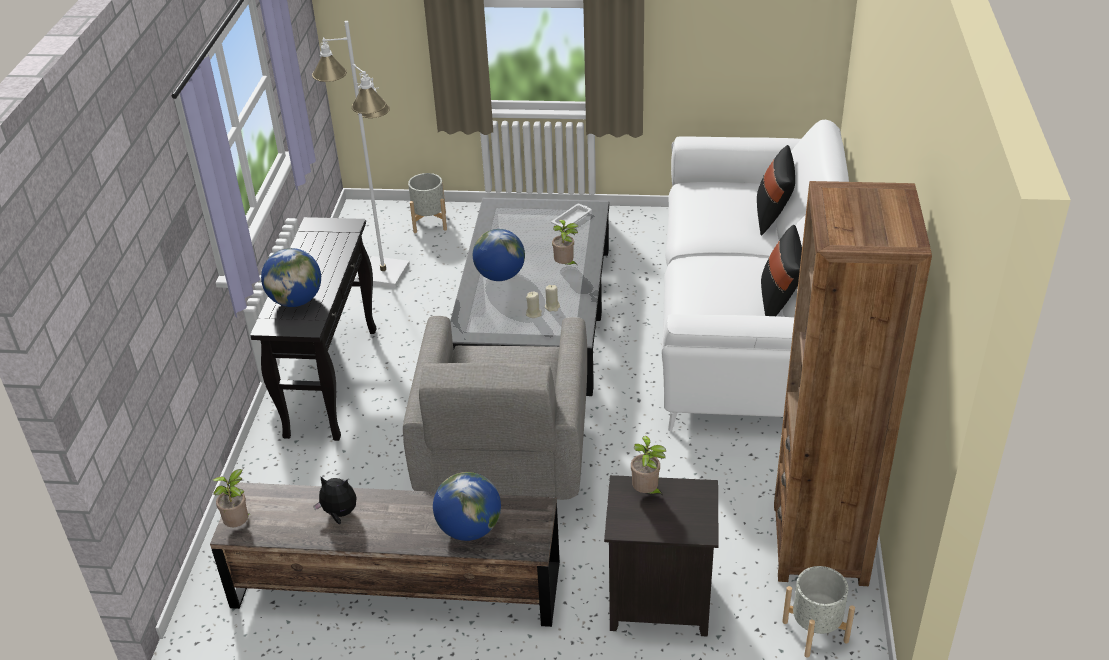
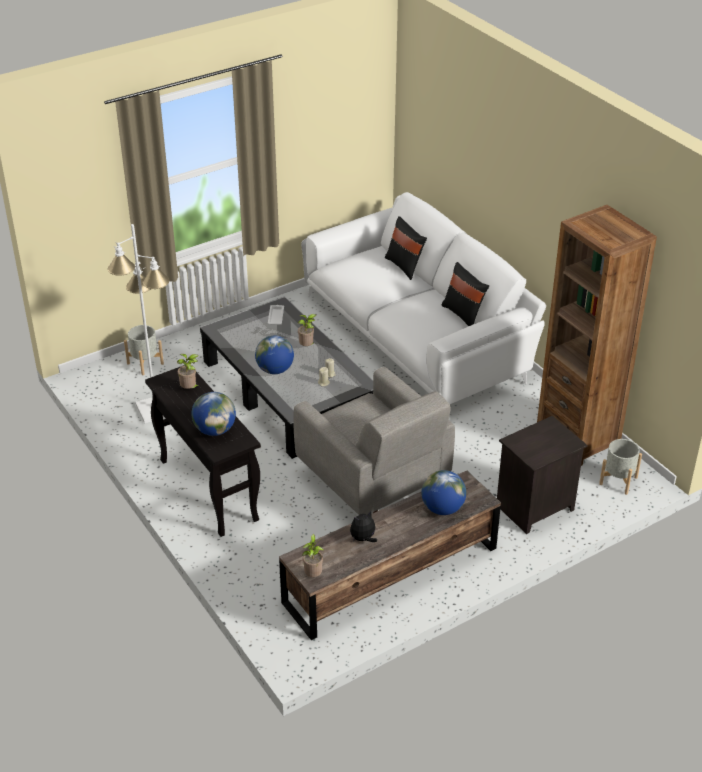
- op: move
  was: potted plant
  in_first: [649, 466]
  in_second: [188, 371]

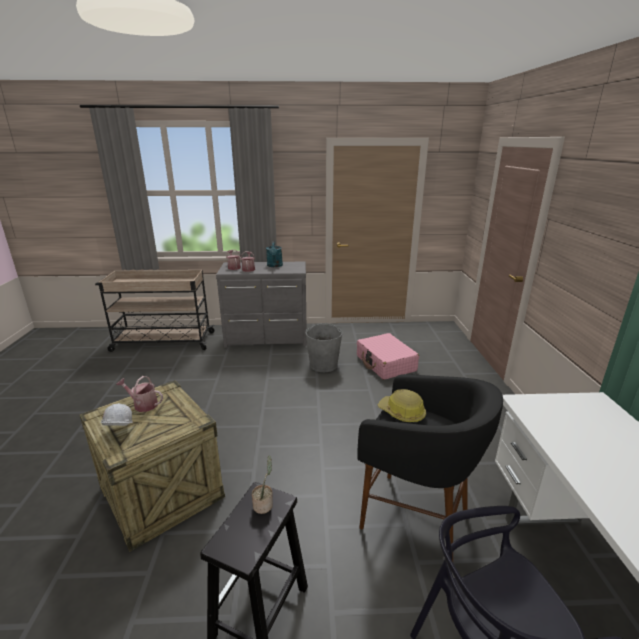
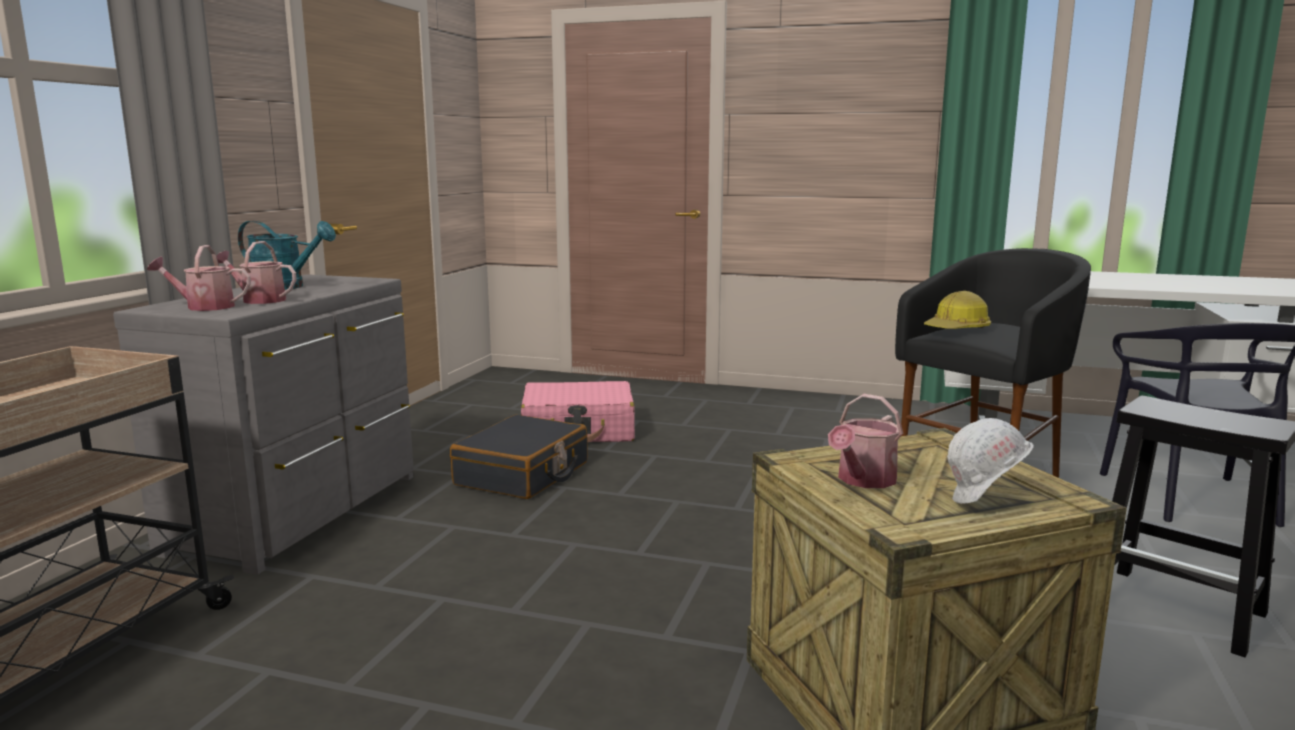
- op: delete
  was: potted plant
  in_first: [262, 484]
- op: replace
  was: bucket (grey)
  now: suitcase (black)
  in_first: [324, 347]
  in_second: [519, 457]

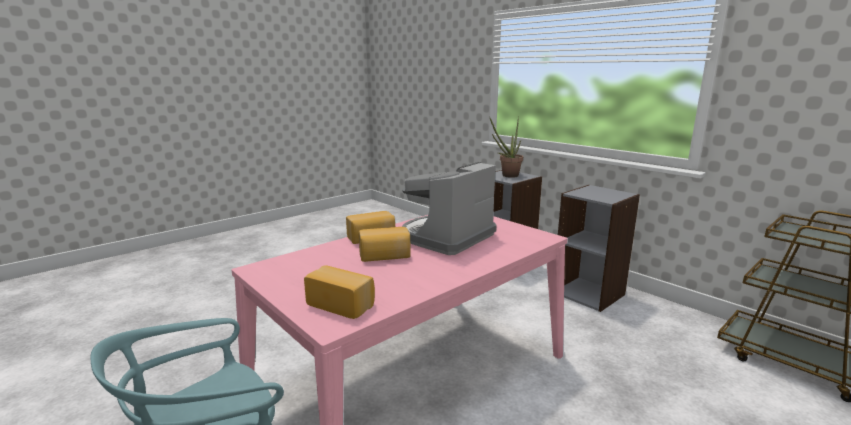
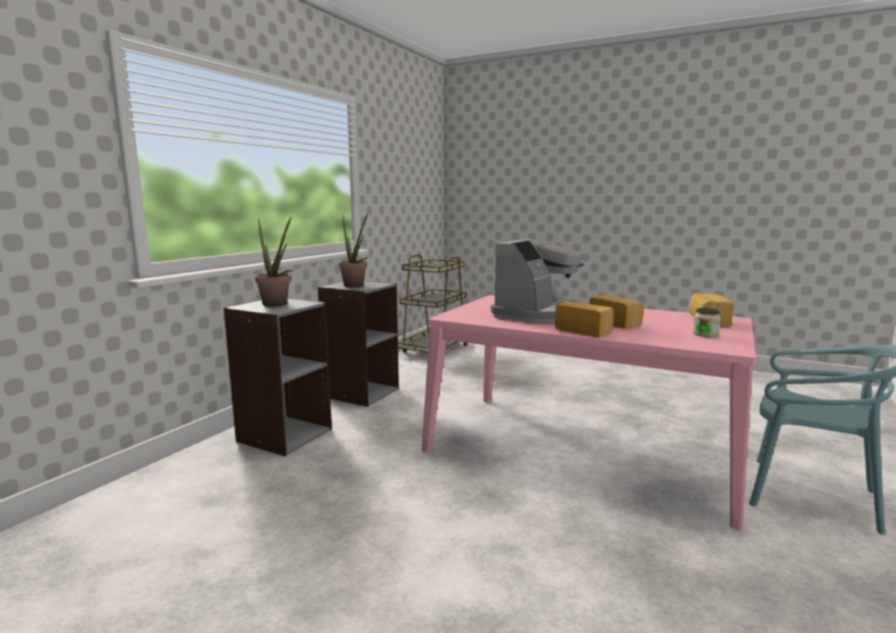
- op: rotate
  was: coffee machine
  in_first: [449, 208]
  in_second: [537, 281]
  clockwise: -75
- op: insert
  now: potted plant
  in_second: [354, 250]
- op: insert
  now: jar
  in_second: [707, 322]

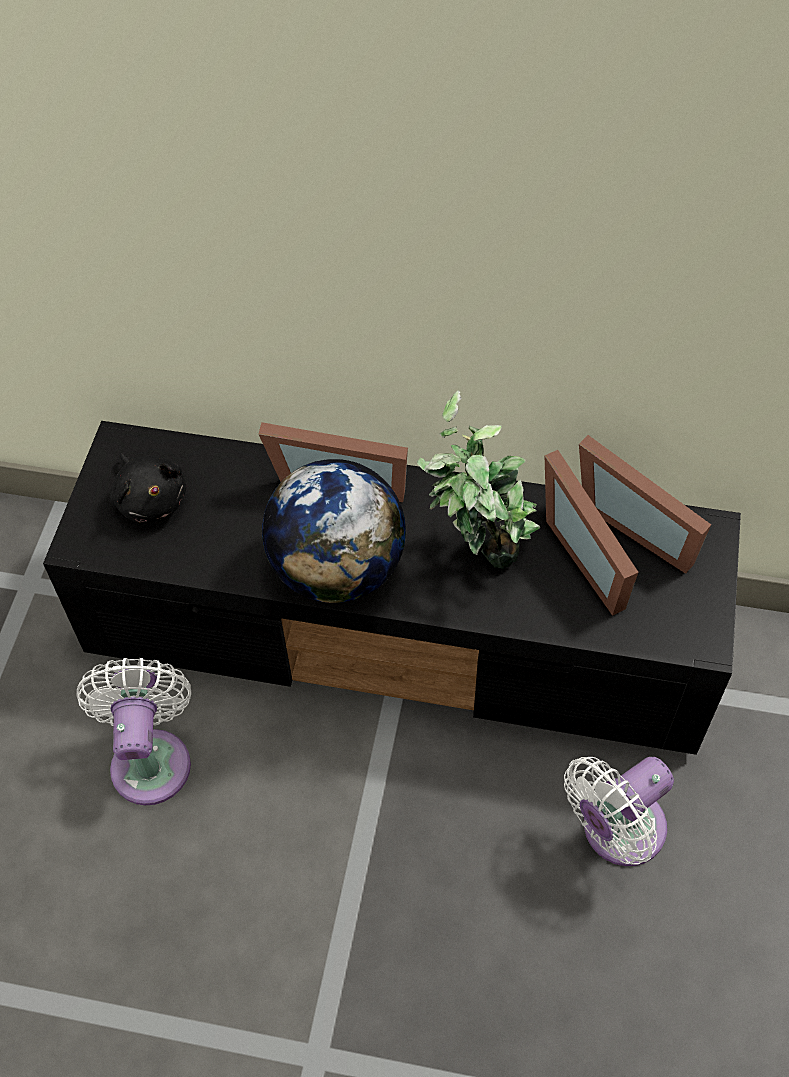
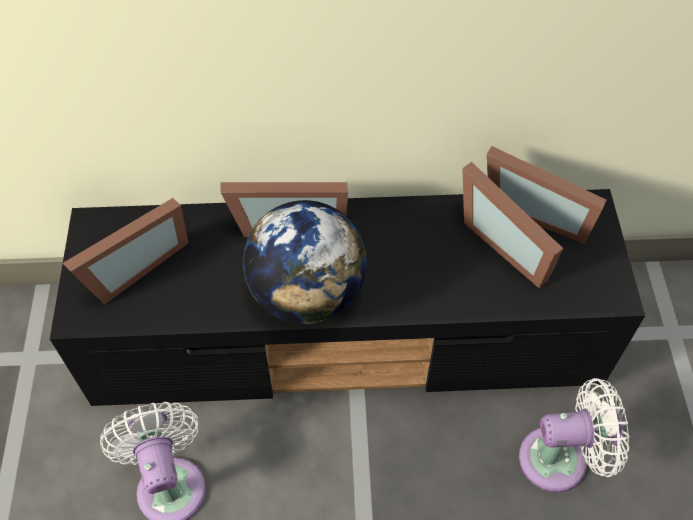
- op: replace
  was: plush toy (black)
  now: picture frame
  in_first: [148, 488]
  in_second: [126, 251]
- op: delete
  was: potted plant
  in_first: [478, 479]
- op: rotate
  was: fan (white)
  in_first: [619, 811]
  in_second: [574, 435]
  clockwise: -135

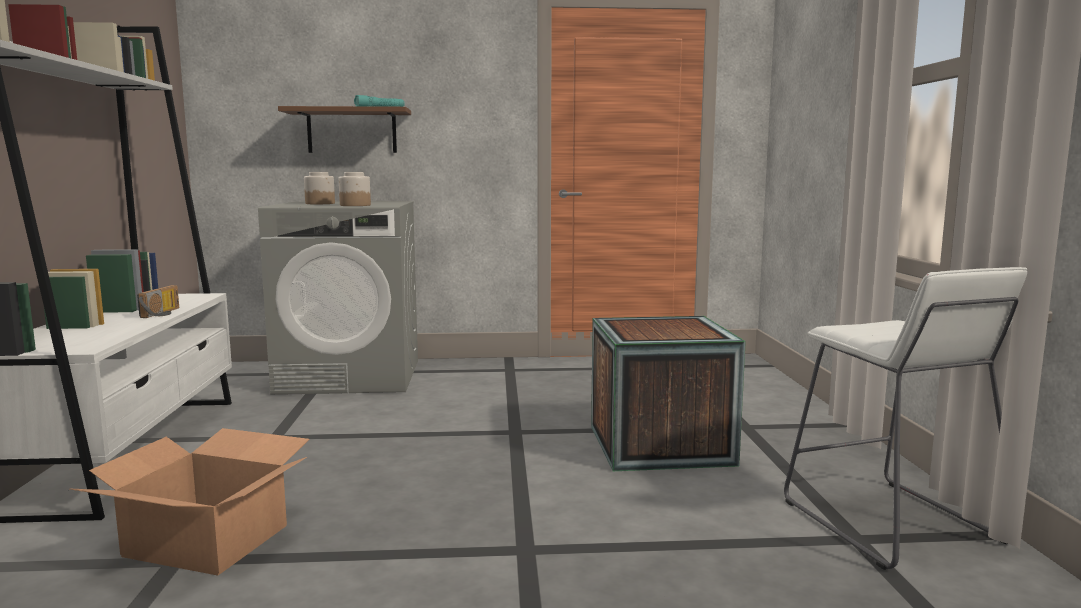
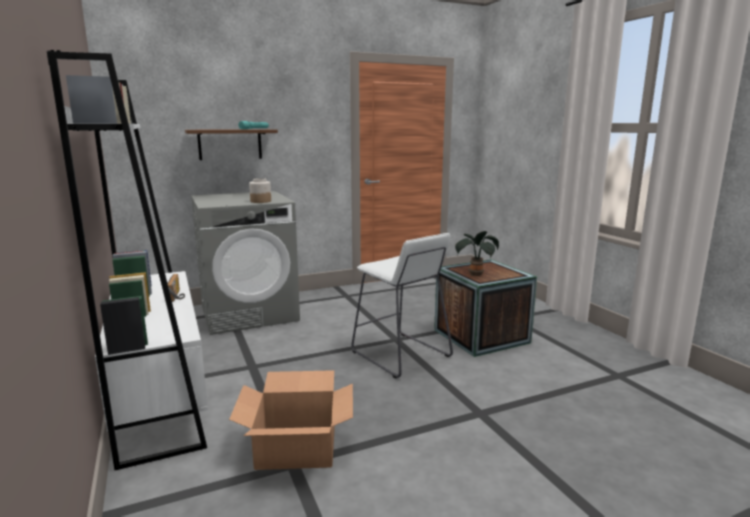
- op: delete
  was: jar
  in_first: [319, 188]
- op: move
  was: stool (white)
  in_first: [905, 418]
  in_second: [402, 306]
- op: insert
  now: potted plant
  in_second: [477, 253]

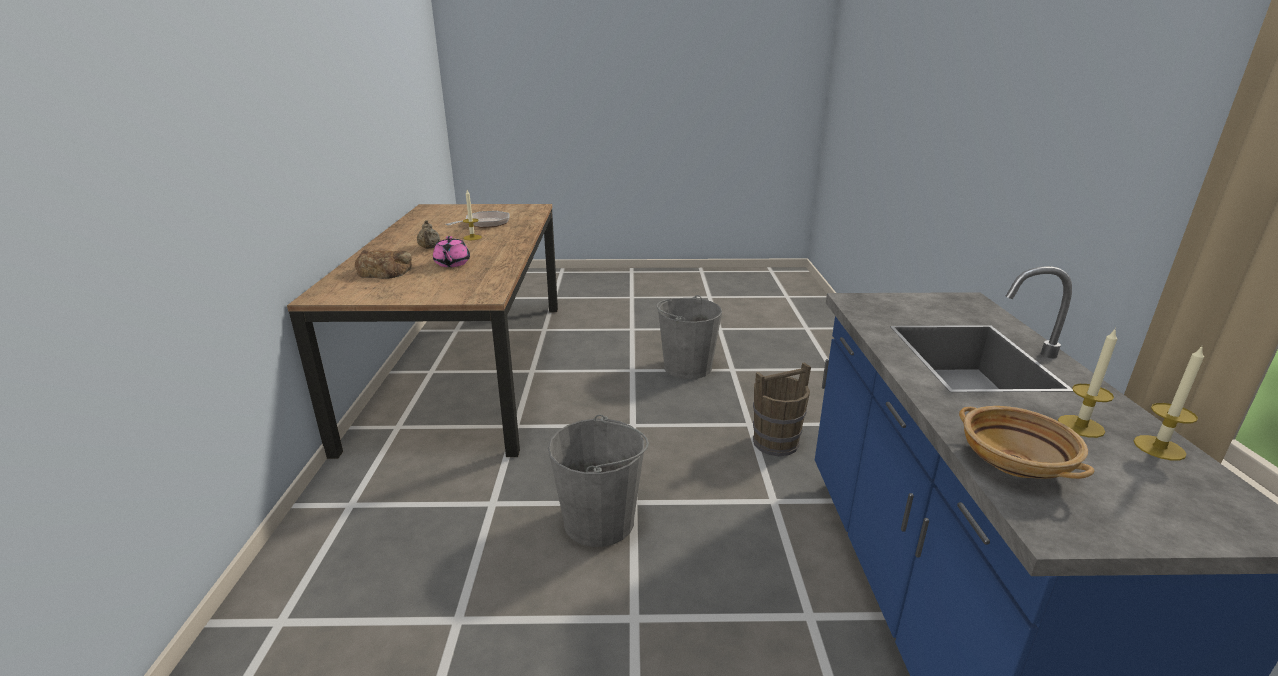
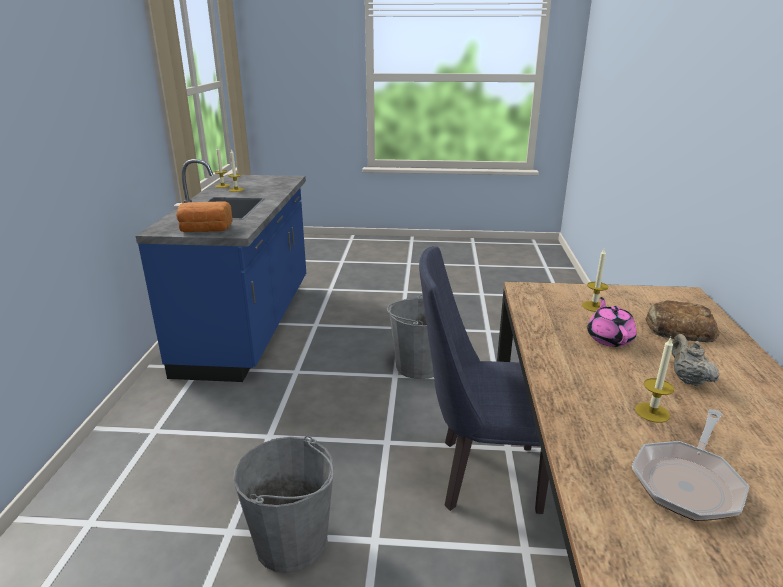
- op: delete
  was: bucket (brown)
  in_first: [782, 409]
- op: delete
  was: bowl (beige)
  in_first: [1026, 442]
- op: insert
  now: bread
  in_second: [204, 216]
- op: insert
  now: chair (blue)
  in_second: [484, 380]
- op: insert
  now: candle
  in_second: [595, 279]

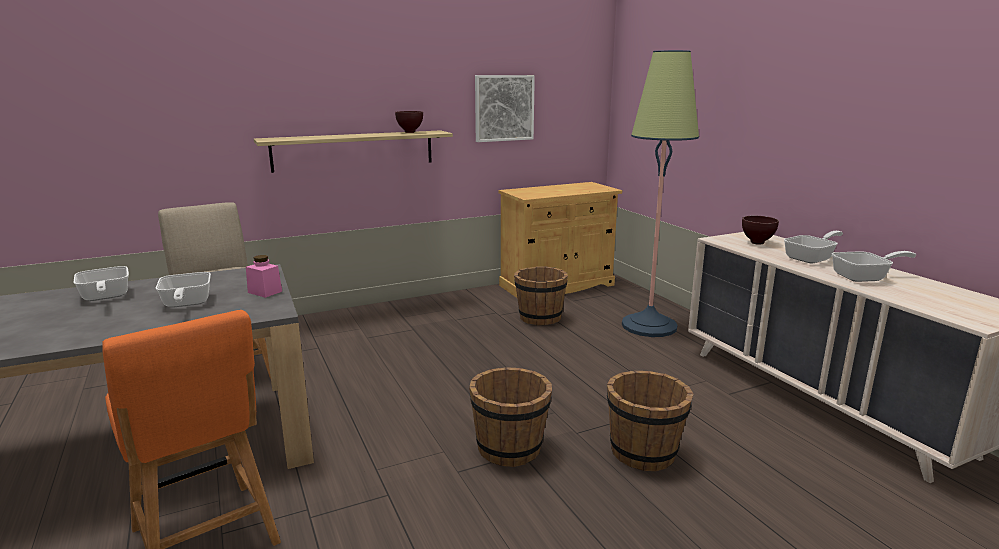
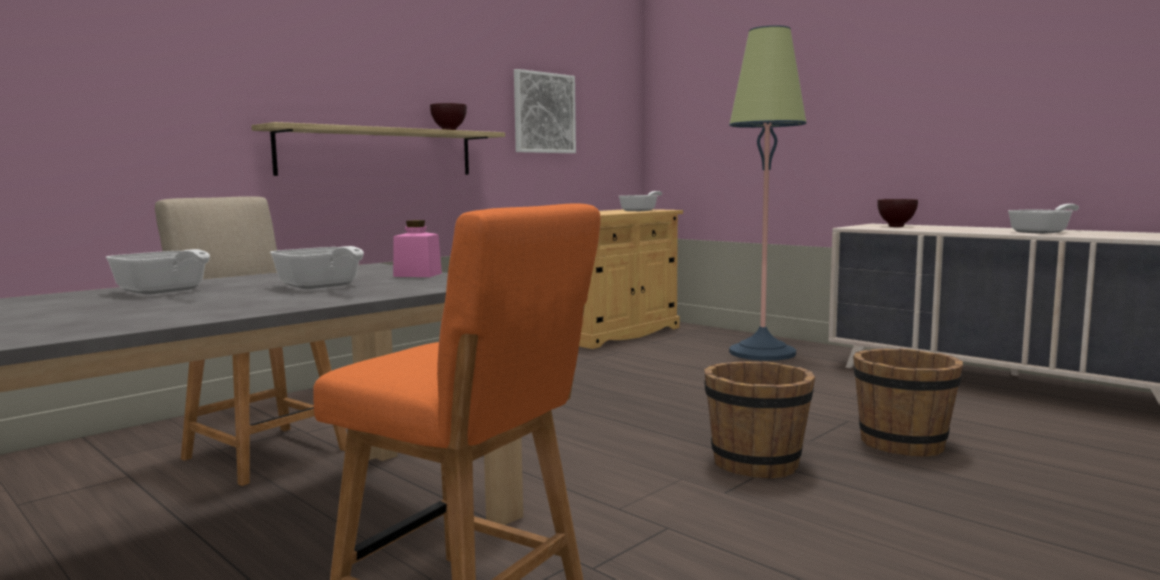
- op: delete
  was: bucket (brown)
  in_first: [541, 296]
- op: move
  was: frying pan
  in_first: [813, 247]
  in_second: [640, 201]

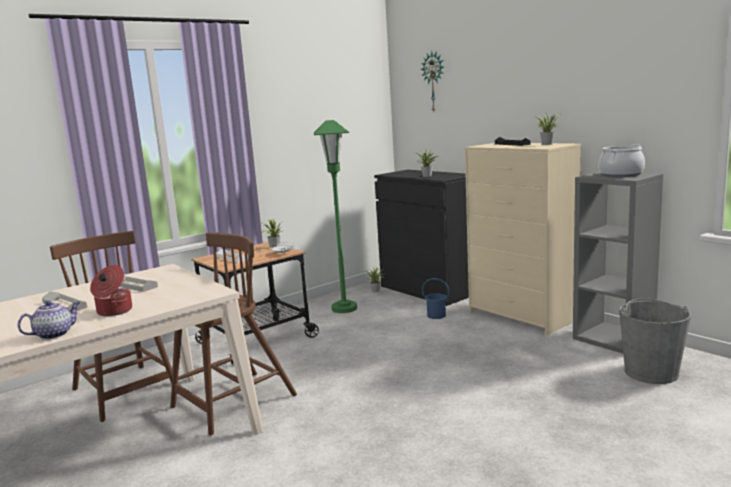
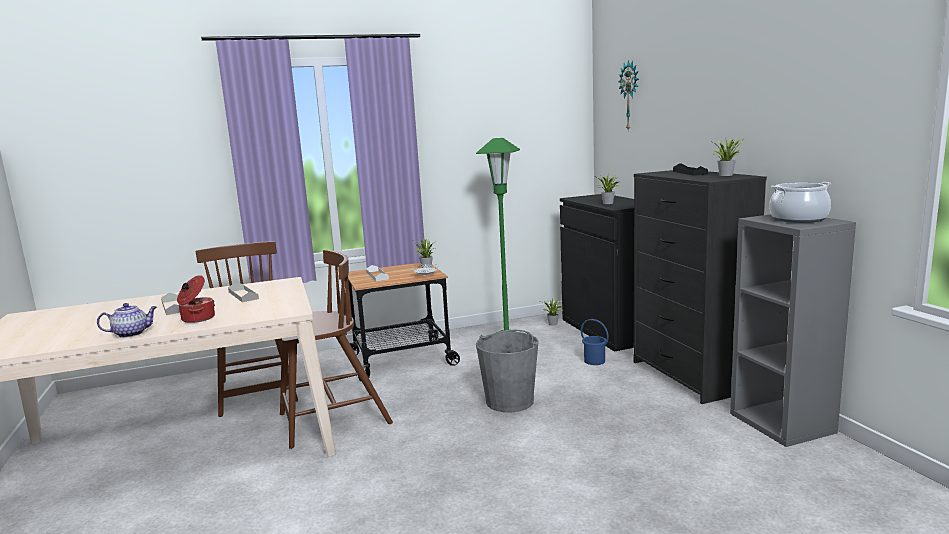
- op: recolor
  was: dresser (beige)
  now: dresser (black)
  in_first: [522, 239]
  in_second: [700, 287]
- op: move
  was: bucket (grey)
  in_first: [655, 341]
  in_second: [507, 371]

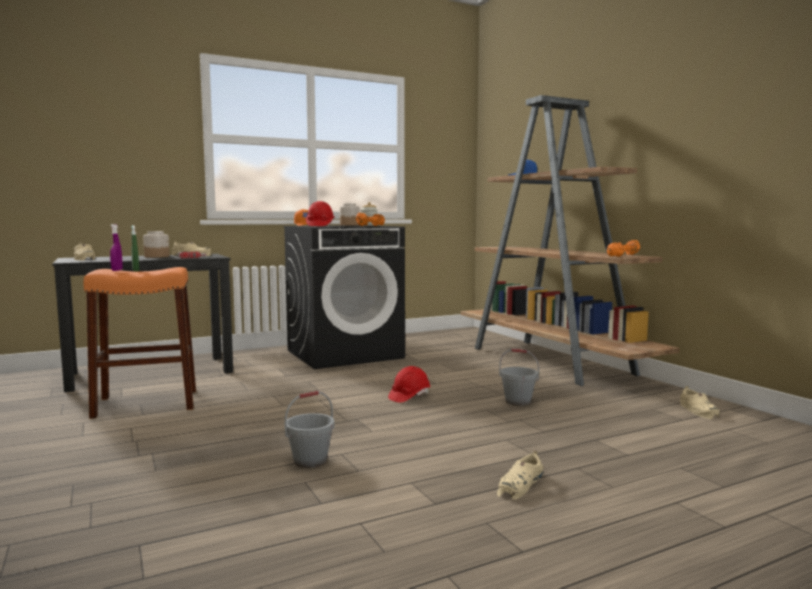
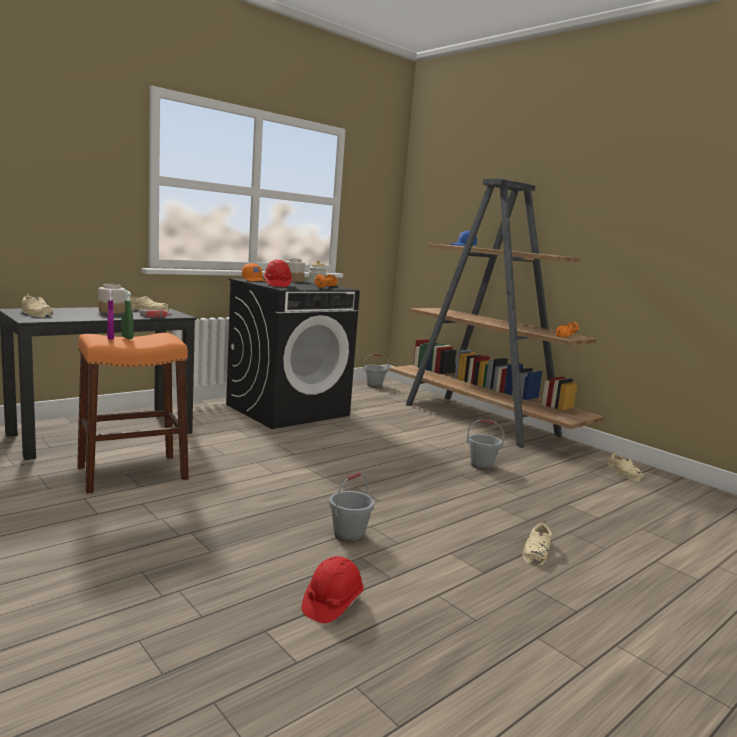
- op: move
  was: hard hat (red)
  in_first: [409, 384]
  in_second: [333, 589]
- op: insert
  now: bucket (grey)
  in_second: [376, 371]

